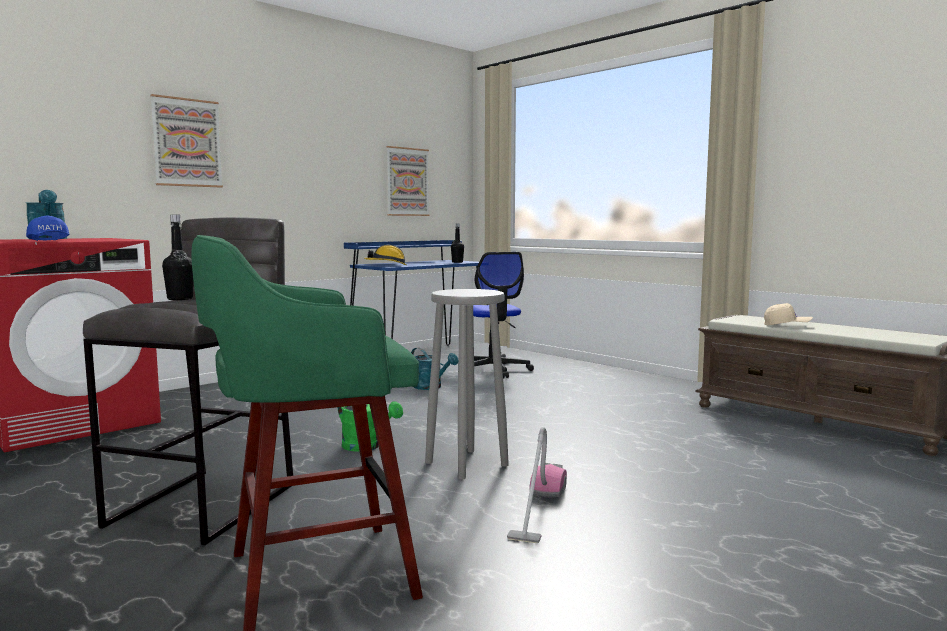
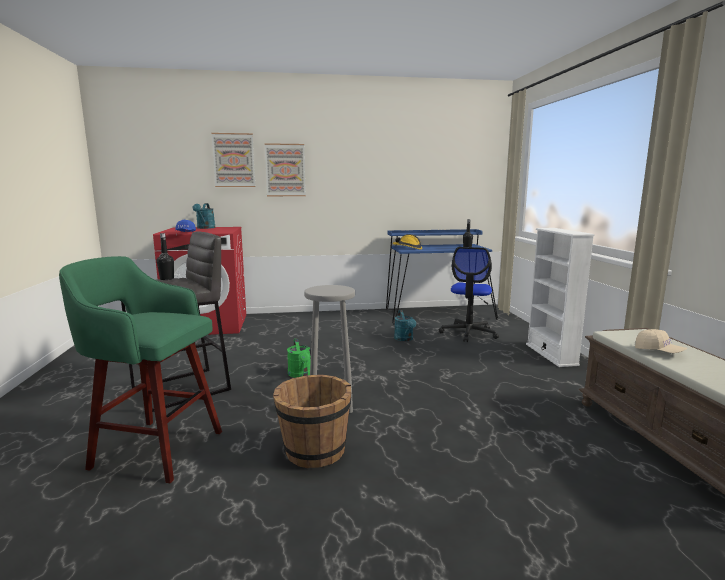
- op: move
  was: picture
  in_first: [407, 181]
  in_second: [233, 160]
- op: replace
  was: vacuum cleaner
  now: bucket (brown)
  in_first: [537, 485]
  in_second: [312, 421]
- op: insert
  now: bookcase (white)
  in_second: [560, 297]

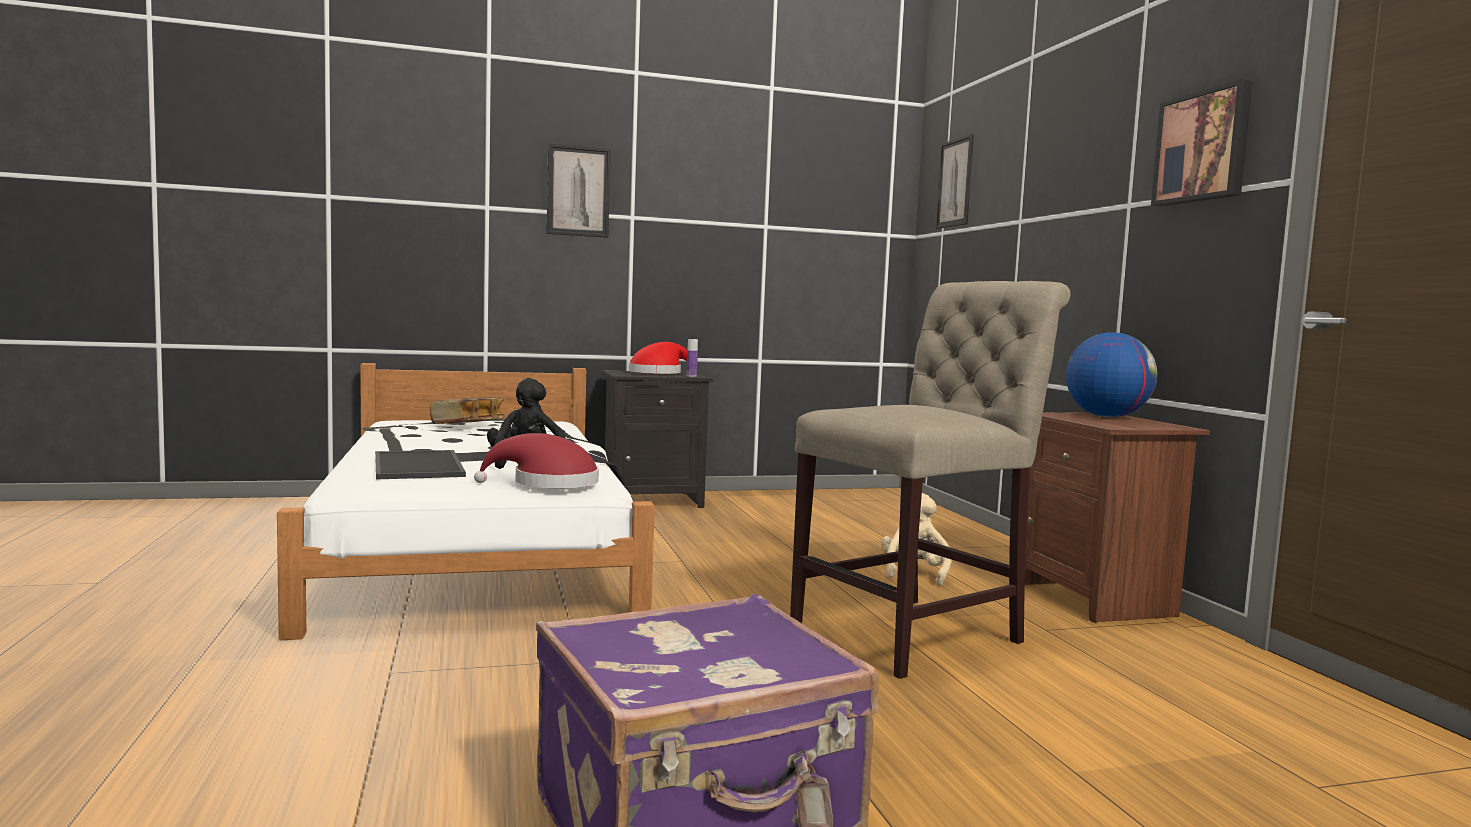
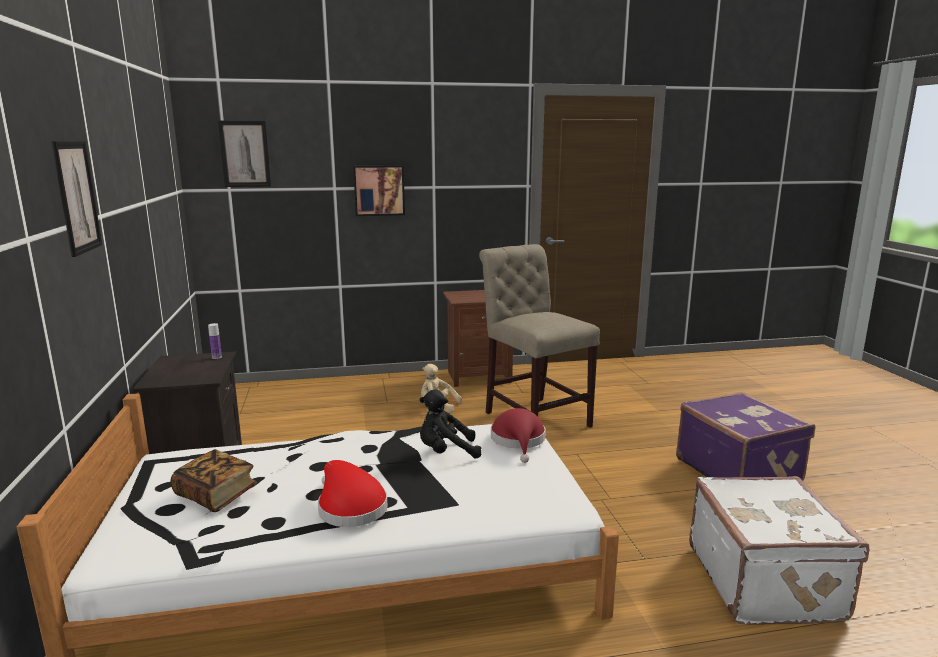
- op: delete
  was: tray
  in_first: [420, 464]
- op: move
  was: hat (red)
  in_first: [658, 358]
  in_second: [353, 493]
- op: delete
  was: globe
  in_first: [1111, 374]
- op: move
  was: picture
  in_first: [1201, 142]
  in_second: [379, 190]
- op: insert
  now: suitcase (white)
  in_second: [779, 550]

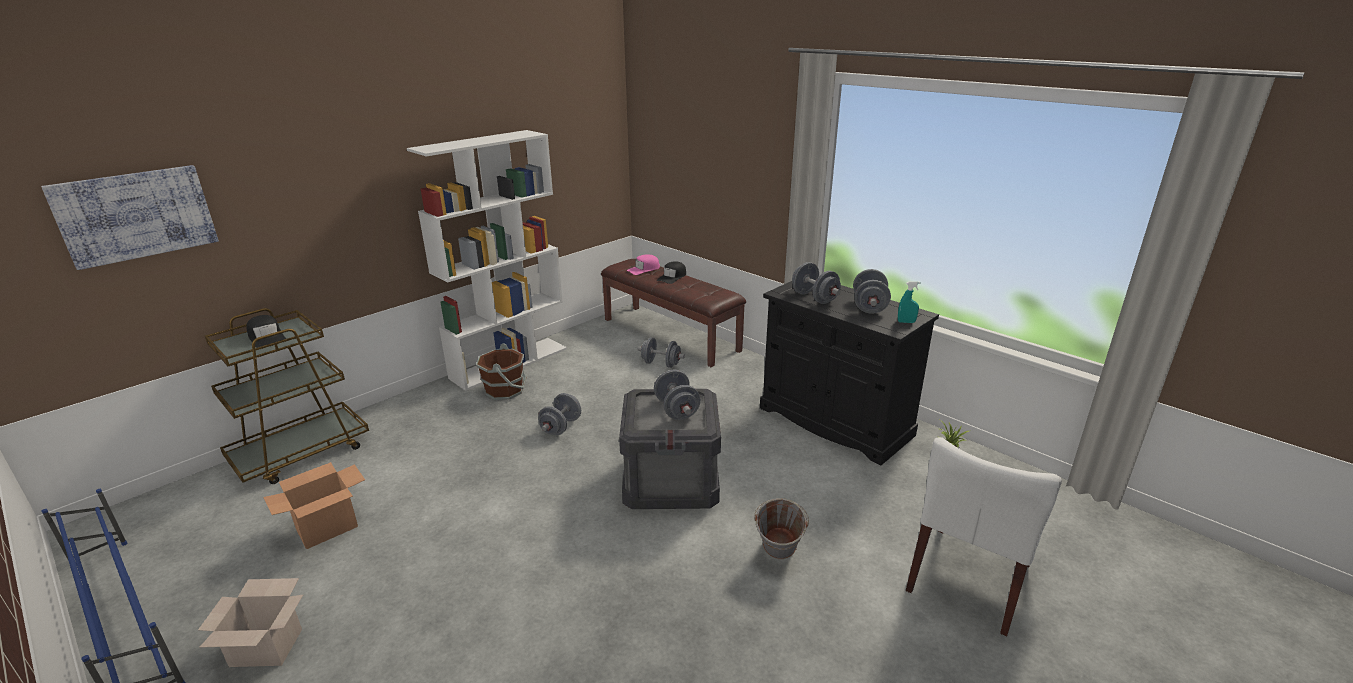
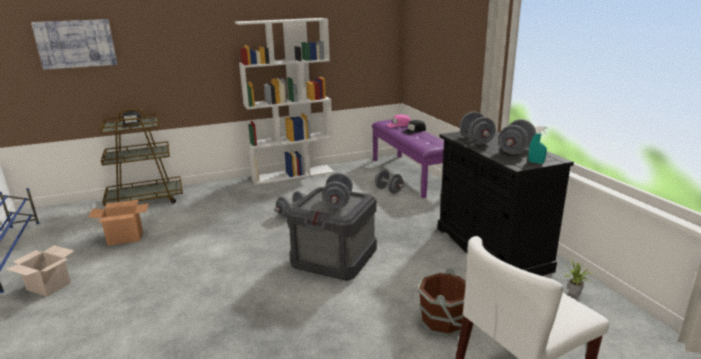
- op: move
  was: bucket (brown)
  in_first: [501, 371]
  in_second: [442, 302]
- op: recolor
  was: bench (brown)
  now: bench (purple)
  in_first: [673, 313]
  in_second: [408, 158]
- op: delete
  was: bucket (grey)
  in_first: [781, 528]

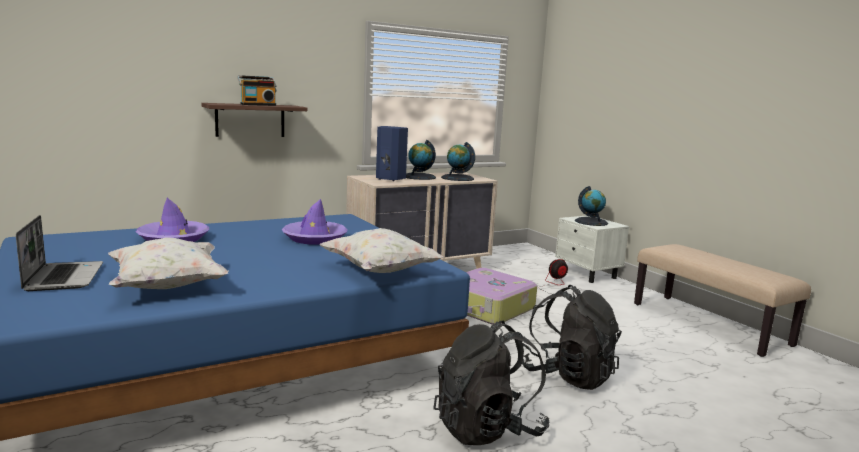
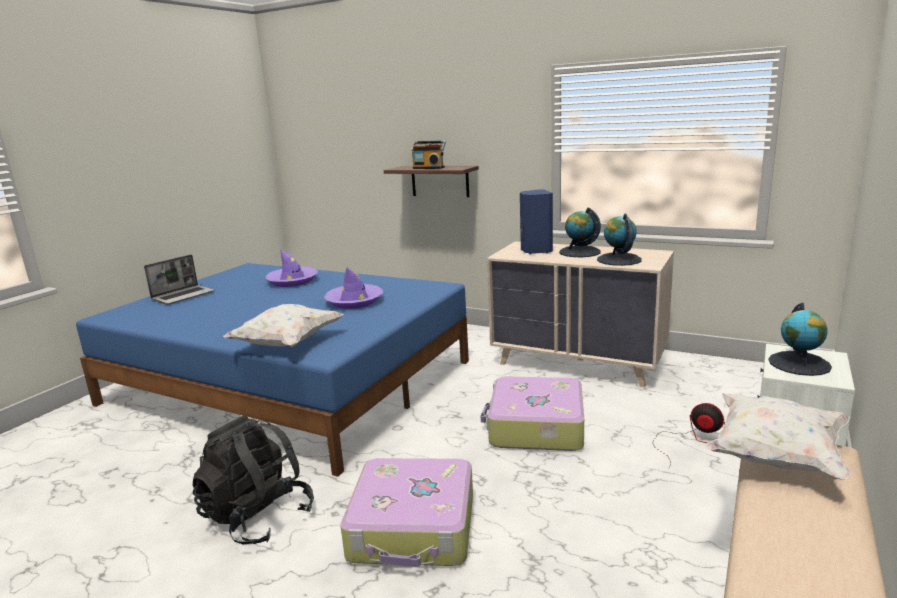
- op: move
  was: pillow (white)
  in_first: [168, 263]
  in_second: [778, 436]
- op: replace
  was: backpack (black)
  now: suitcase
  in_first: [572, 337]
  in_second: [407, 512]

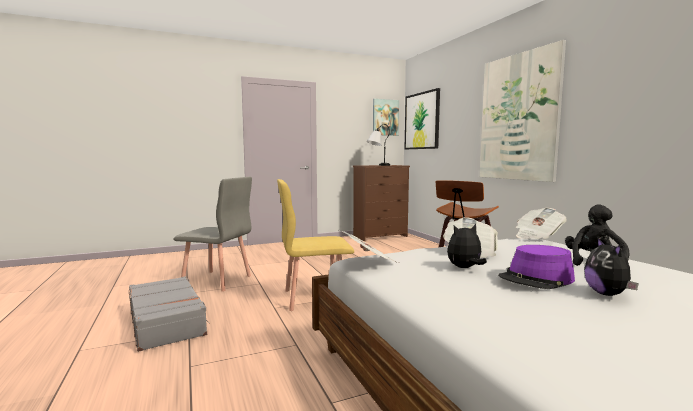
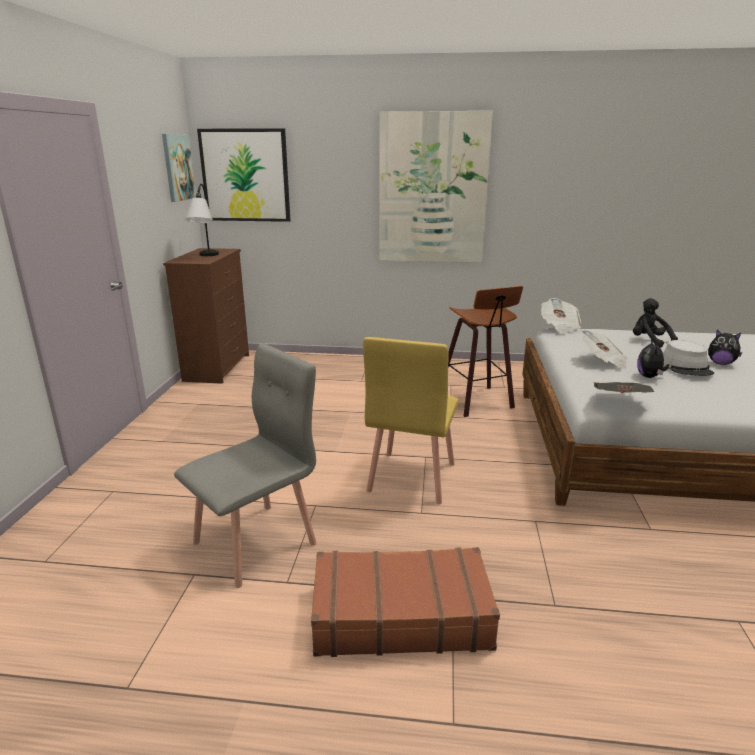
- op: recolor
  was: suitcase (grey)
  now: suitcase (brown)
  in_first: [169, 314]
  in_second: [405, 602]
- op: recolor
  was: hat (purple)
  now: hat (grey)
  in_first: [536, 267]
  in_second: [688, 358]

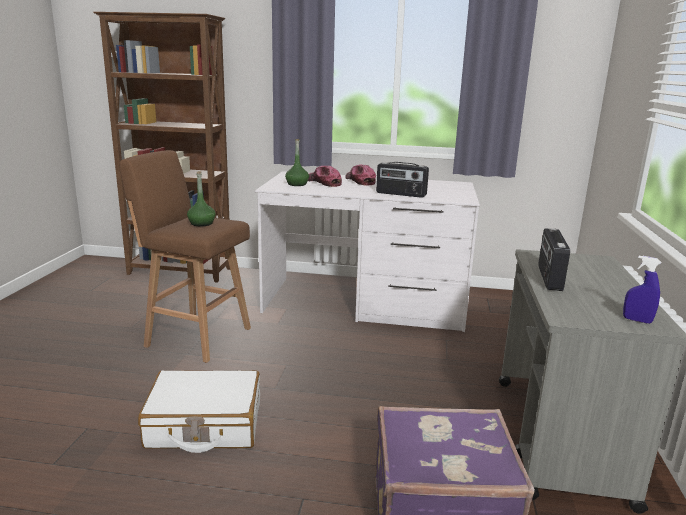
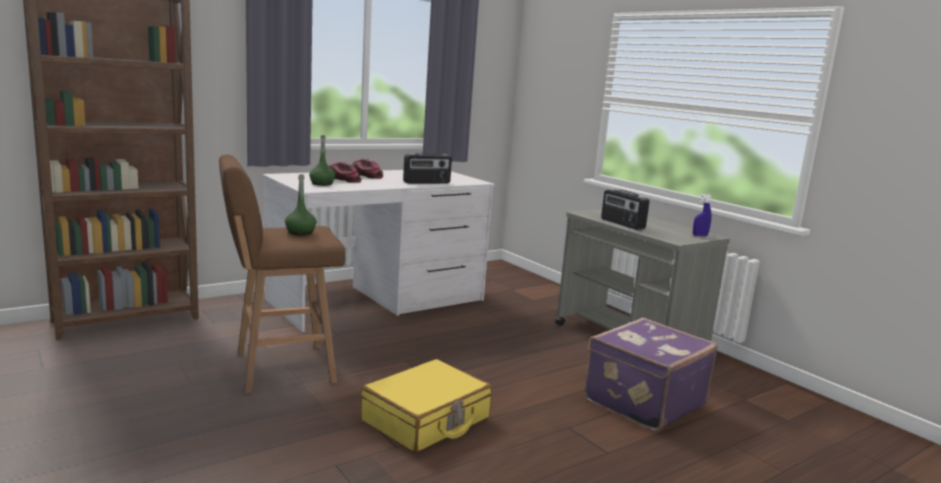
- op: recolor
  was: suitcase (white)
  now: suitcase (yellow)
  in_first: [199, 411]
  in_second: [426, 406]

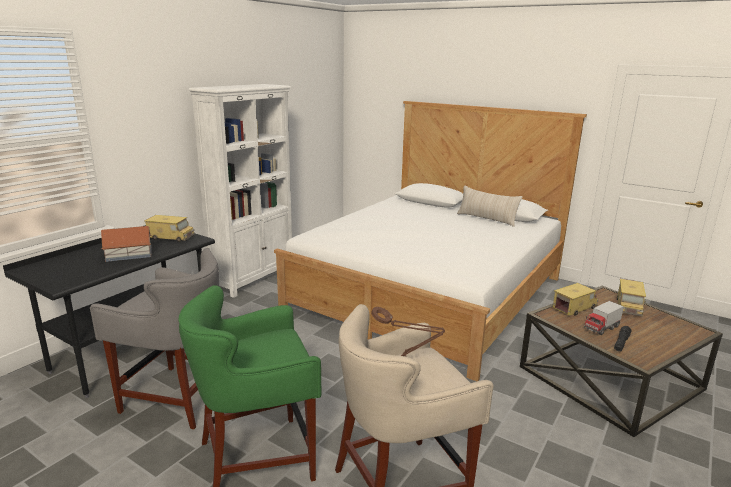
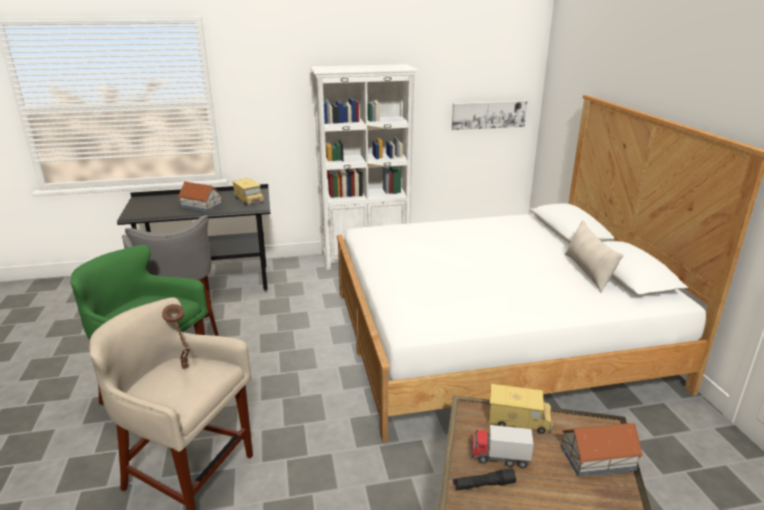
- op: replace
  was: toy truck
  now: toy house
  in_first: [631, 298]
  in_second: [602, 450]
- op: insert
  now: picture
  in_second: [489, 115]

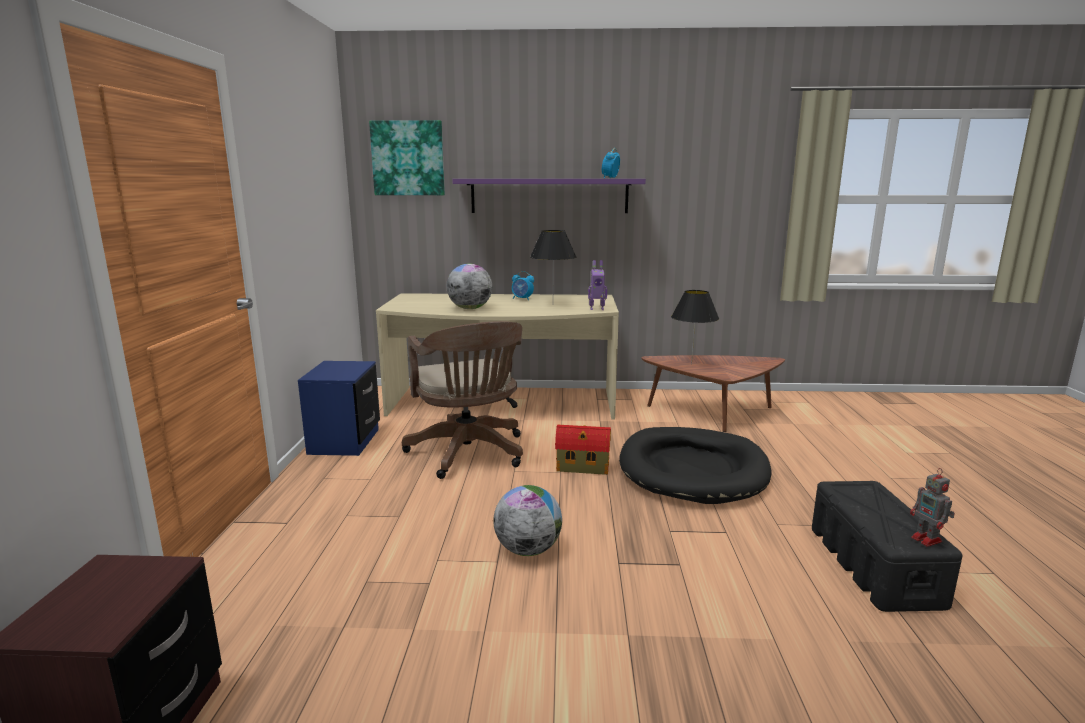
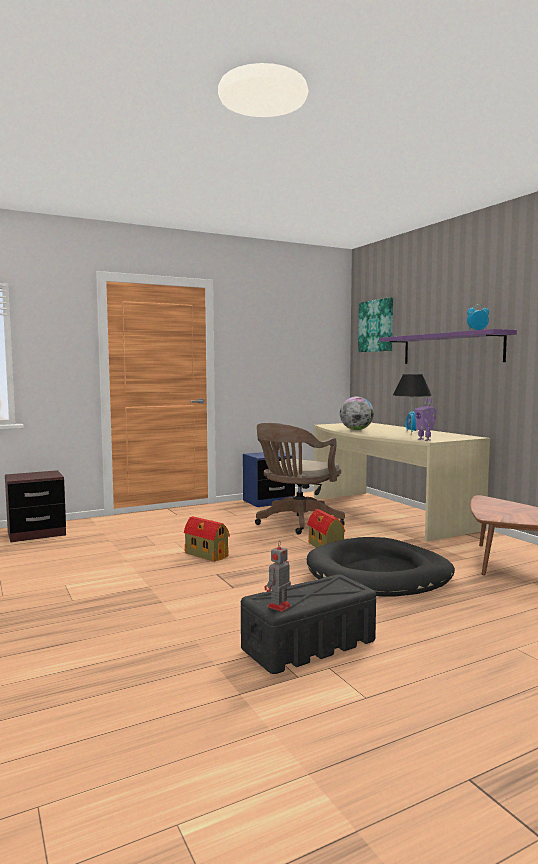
- op: replace
  was: globe
  now: toy house
  in_first: [527, 520]
  in_second: [207, 539]
- op: delete
  was: table lamp (black)
  in_first: [695, 327]

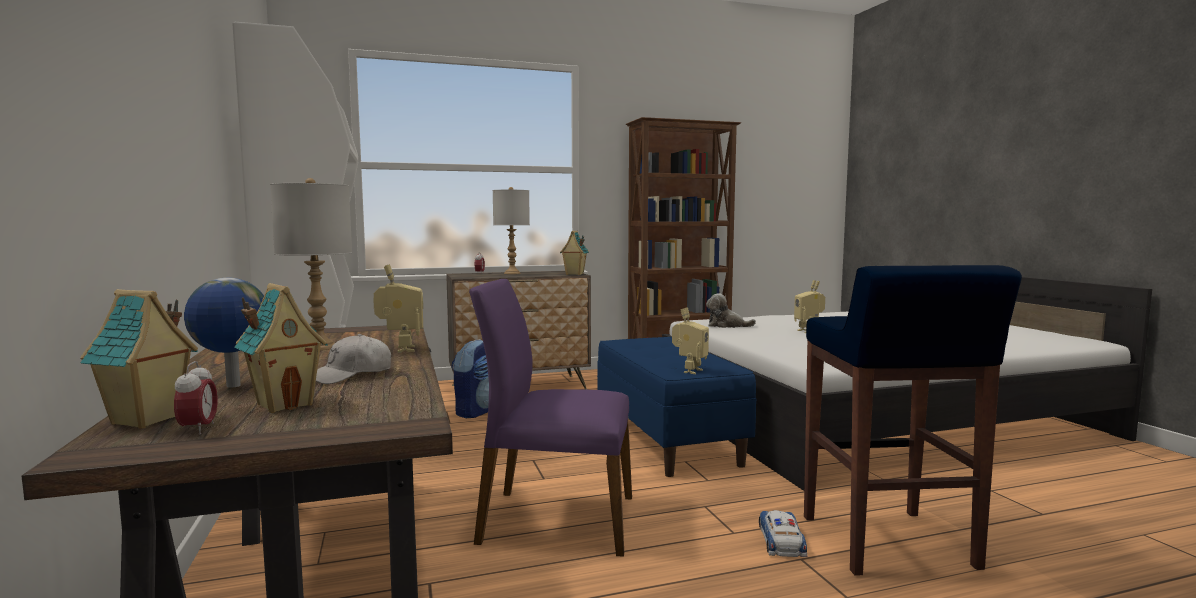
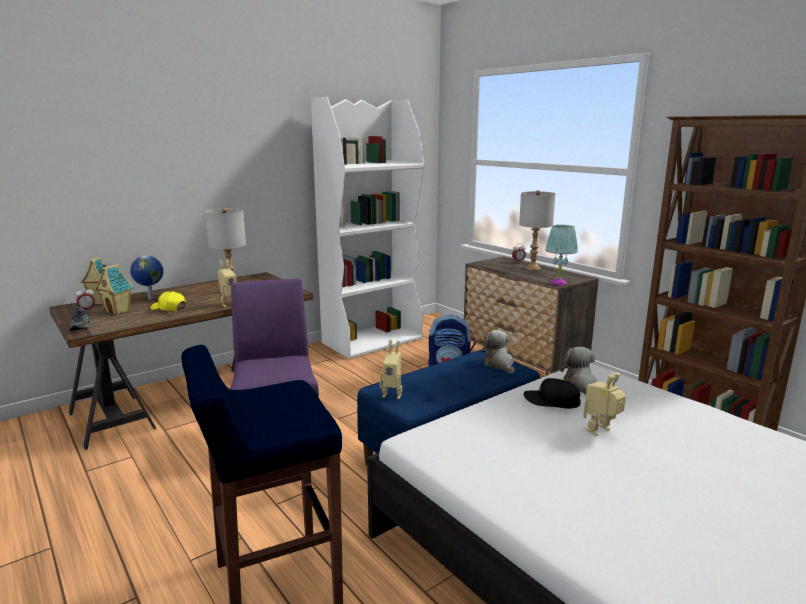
- op: recolor
  was: cap (white)
  now: cap (yellow)
  in_first: [353, 359]
  in_second: [168, 301]
- op: replace
  was: toy house
  now: table lamp (turquoise)
  in_first: [574, 253]
  in_second: [561, 255]
- op: delete
  was: toy car
  in_first: [783, 533]
- op: insert
  now: shoe
  in_second: [79, 318]
- op: insert
  now: plush toy
  in_second: [498, 352]
- op: insert
  now: cap (black)
  in_second: [552, 393]

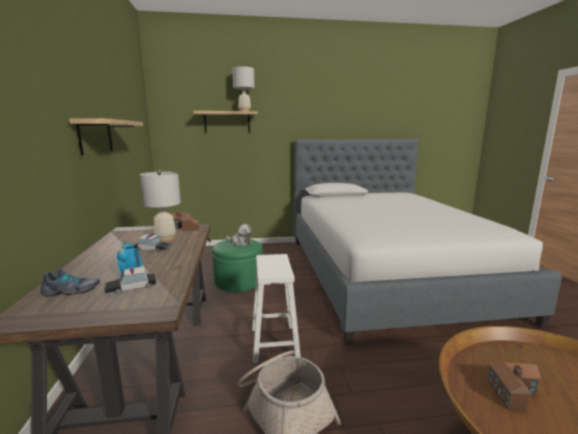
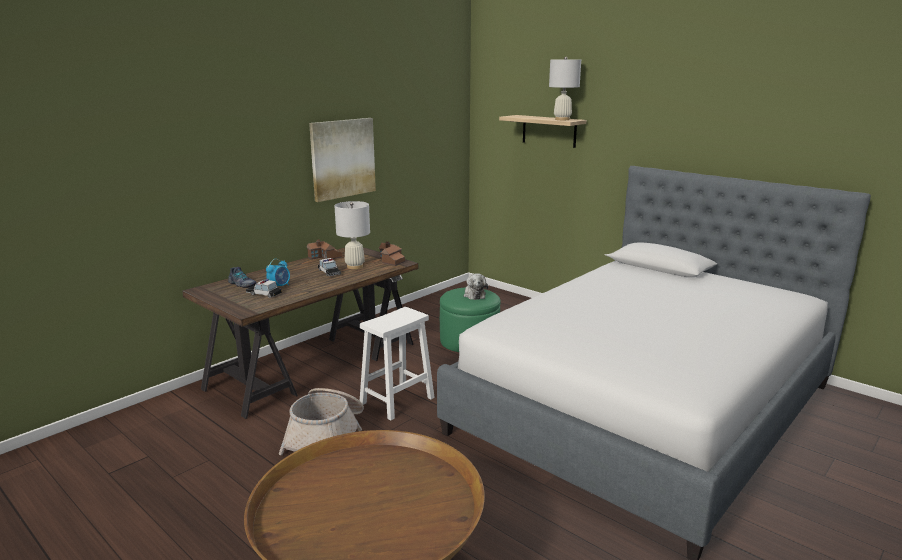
- op: replace
  was: shelf
  now: picture
  in_first: [106, 136]
  in_second: [342, 160]
- op: move
  was: toy house
  in_first: [515, 387]
  in_second: [324, 250]

